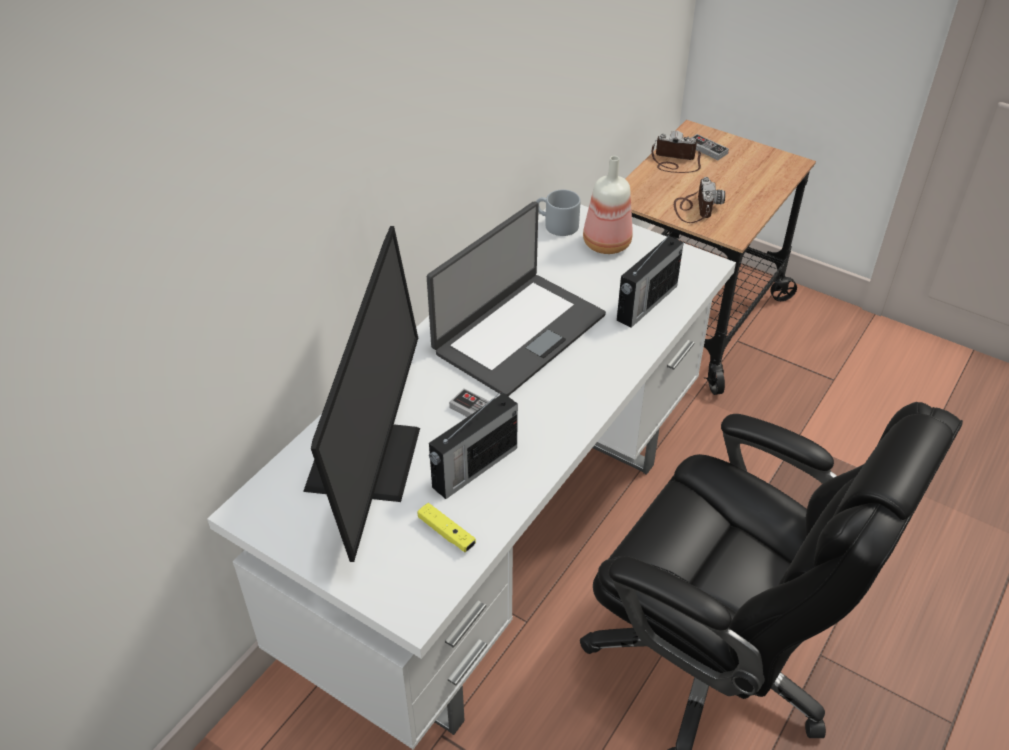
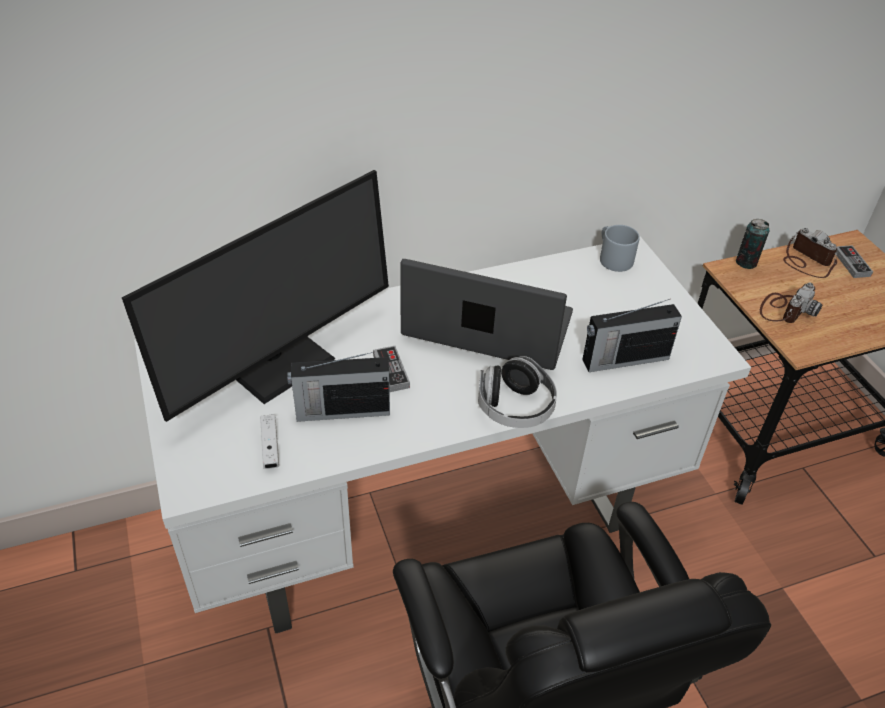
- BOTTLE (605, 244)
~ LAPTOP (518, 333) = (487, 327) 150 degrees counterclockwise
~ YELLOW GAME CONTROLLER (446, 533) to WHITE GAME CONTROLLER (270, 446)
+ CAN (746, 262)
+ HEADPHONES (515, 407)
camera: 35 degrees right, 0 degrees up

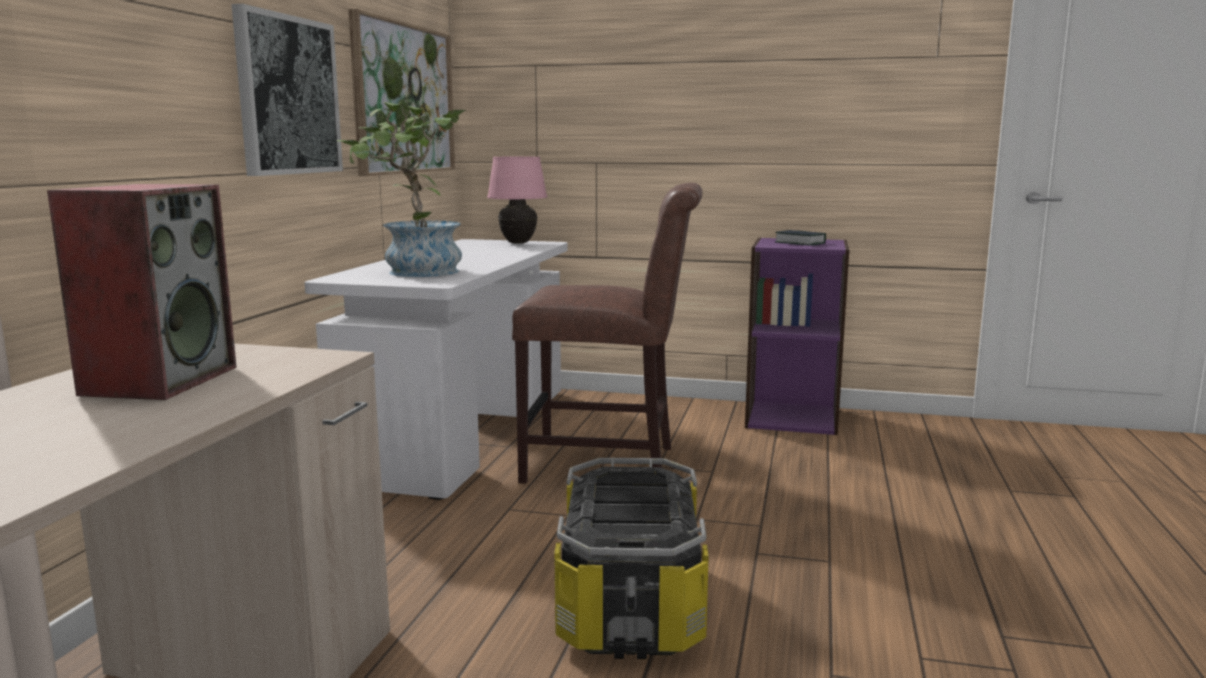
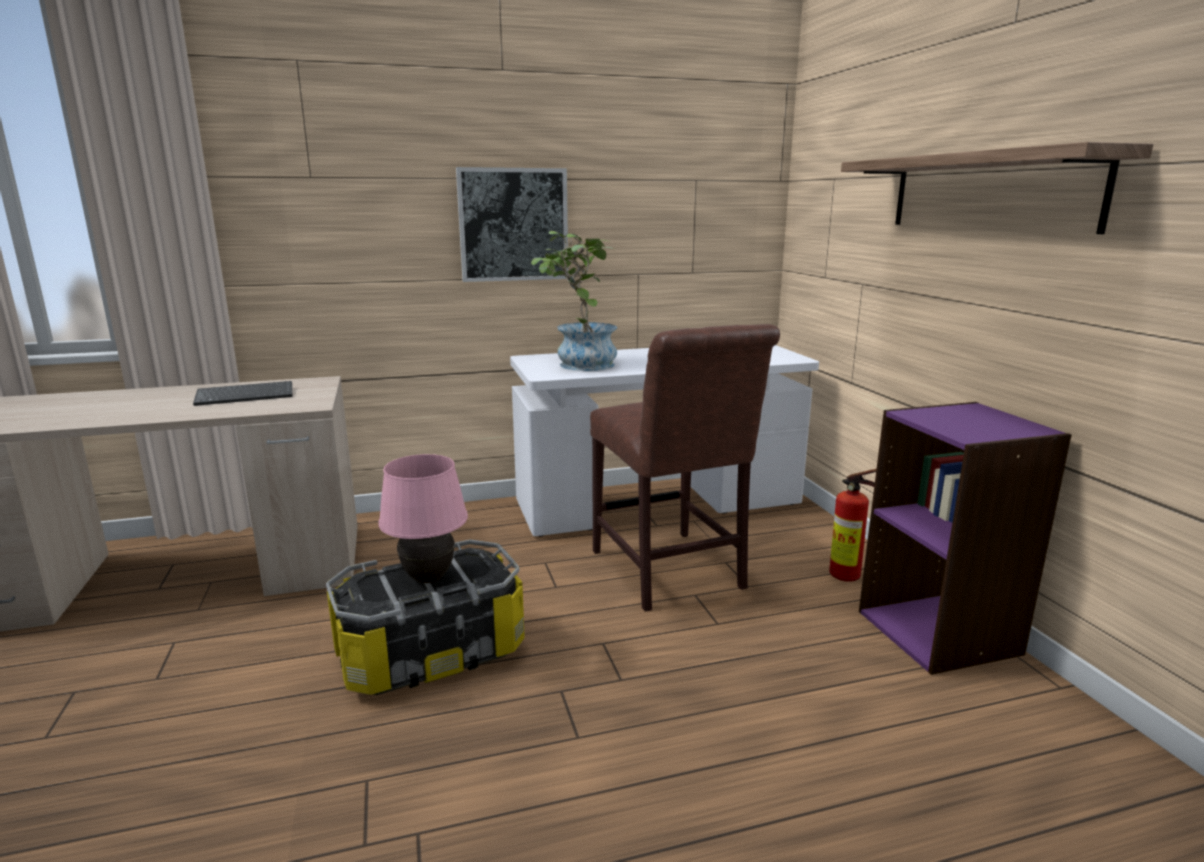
- PICTURE (404, 99)
~ PINK TABLE LAMP (518, 243) to (428, 578)
~ SPEAKER (160, 380) to KEYBOARD (246, 395)
- BOOK (800, 243)
+ SHELF (988, 192)
+ FIRE EXTINGUISHER (849, 577)
camera: 60 degrees right, 5 degrees up

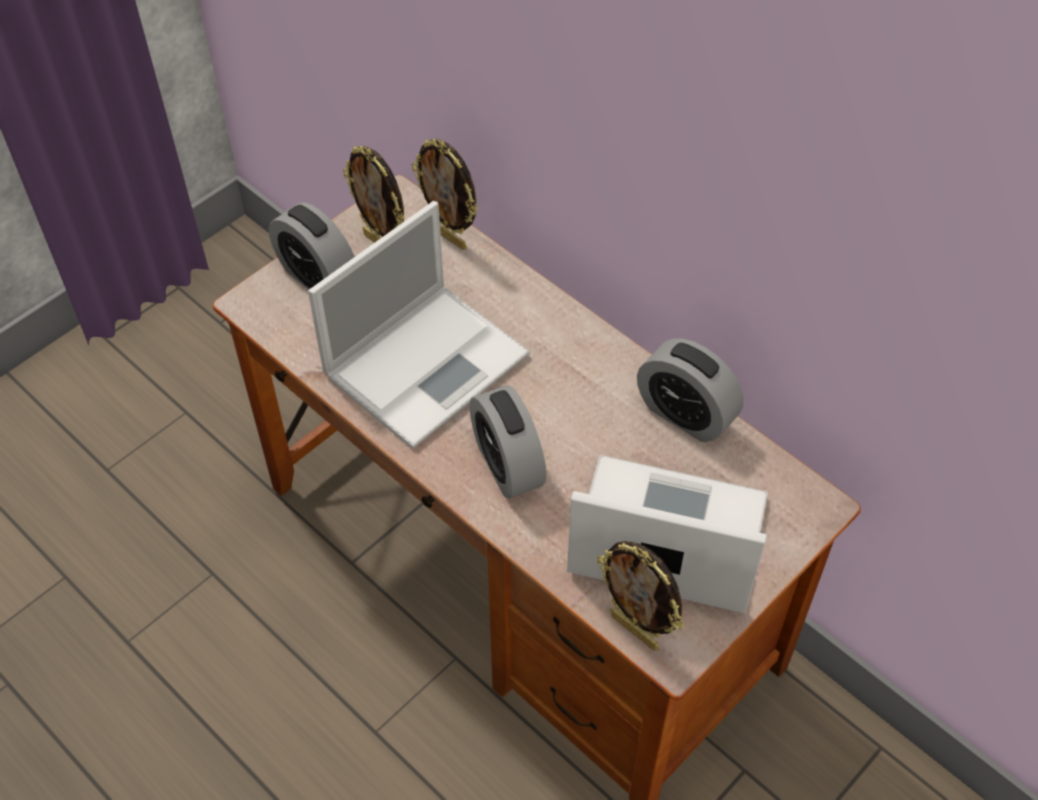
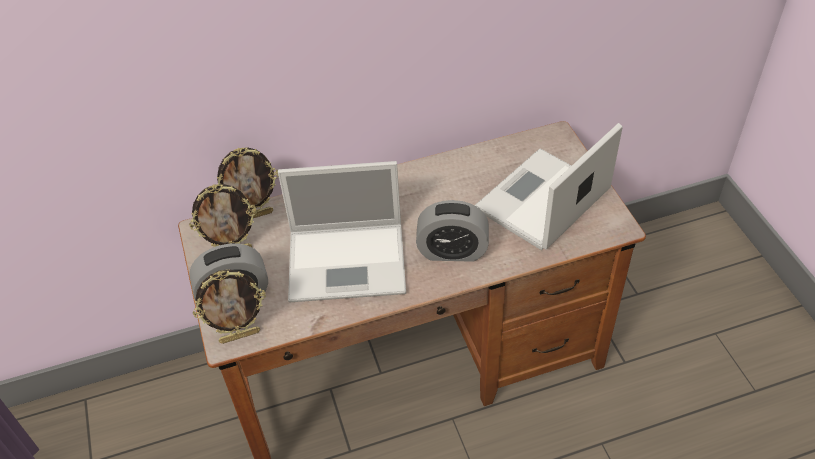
~ LAPTOP (429, 362) = (349, 261) 105 degrees clockwise
- ALARM CLOCK (685, 414)
~ PICTURE FRAME (636, 630) to (240, 335)
camera: 60 degrees left, 5 degrees down

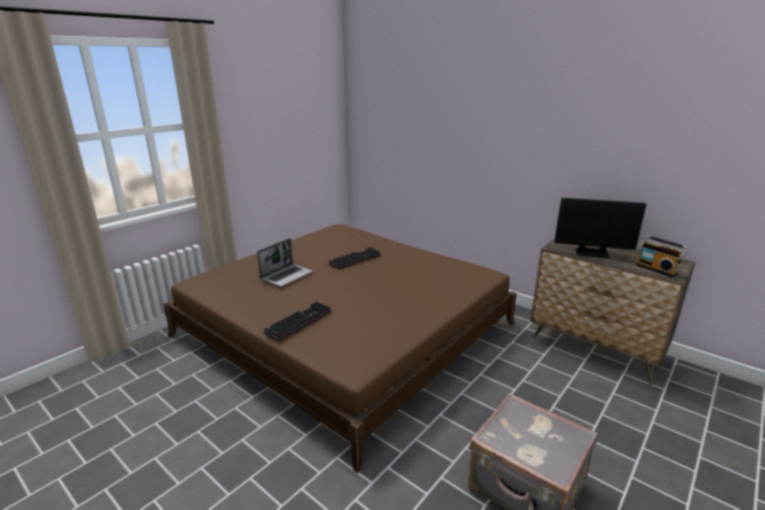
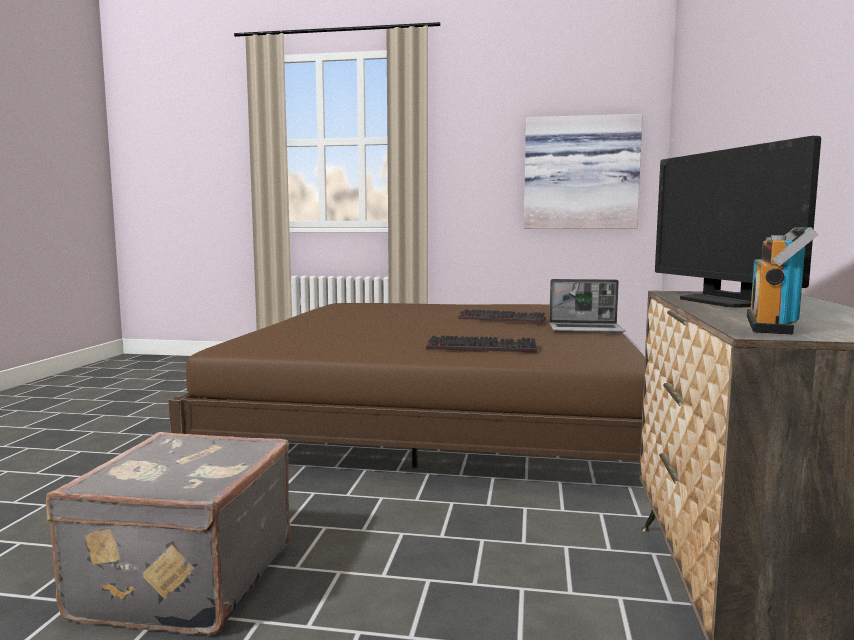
~ LAPTOP (287, 276) to (586, 330)
~ KEYBOARD (299, 321) to (484, 348)
+ PICTURE (580, 173)
camera: 60 degrees right, 15 degrees down

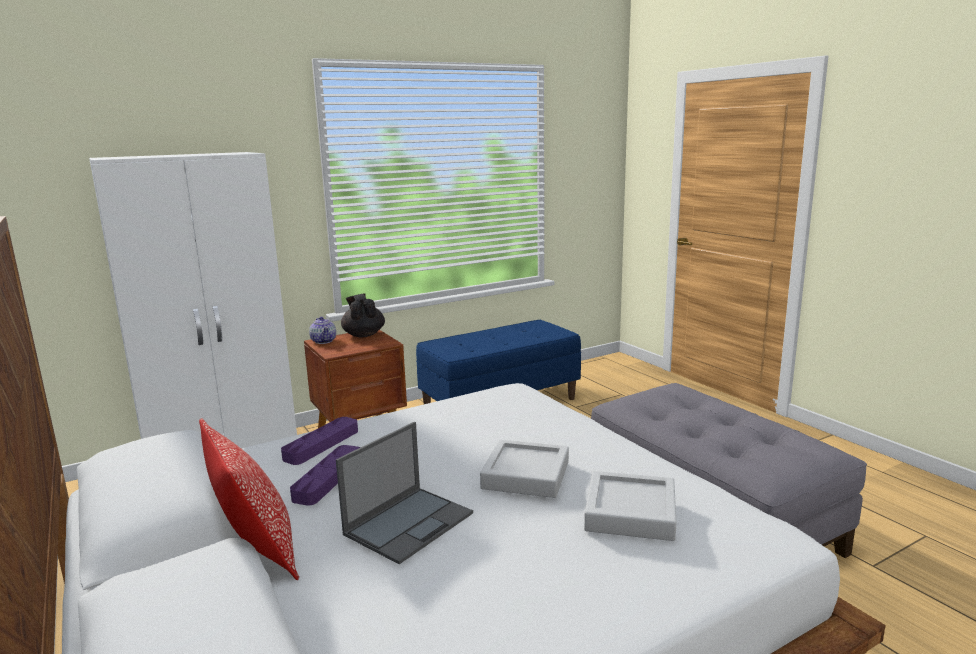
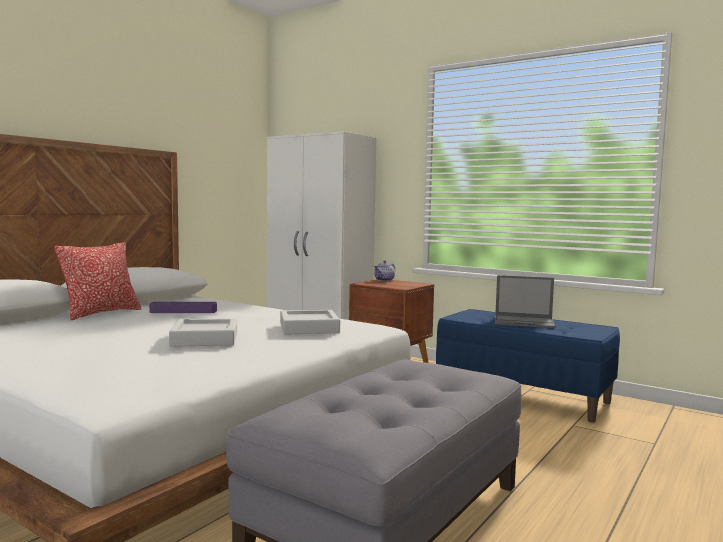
- BLACK TEAPOT (363, 335)
- PURPLE TRAY (321, 444)
~ LAPTOP (410, 523) to (524, 322)
~ GREY TRAY (630, 513) to (309, 328)
camera: 65 degrees right, 10 degrees down

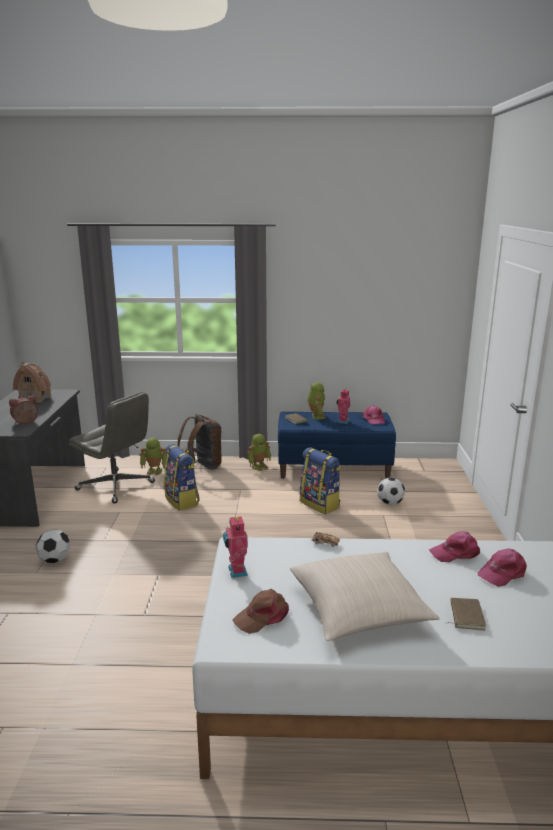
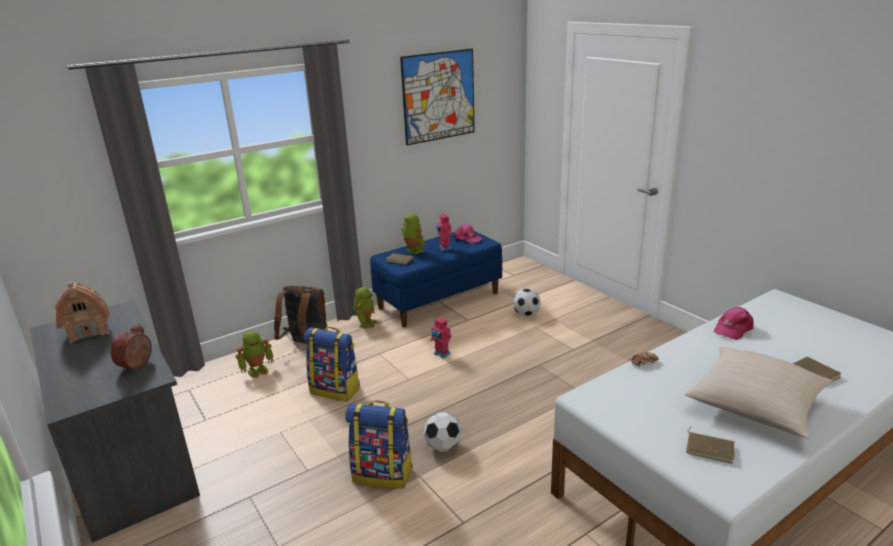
- GREY OFFICE CHAIR (116, 486)
~ BACKPACK (320, 504) to (383, 474)
~ TOY ROBOT (236, 571) to (441, 354)
~ FOOTBALL (54, 560) to (443, 447)
- PINK CAP (502, 573)
~ BROWN CAP (263, 616) to BROWN BOOK (710, 448)
+ PICTURE (439, 96)
camera: 35 degrees left, 5 degrees up

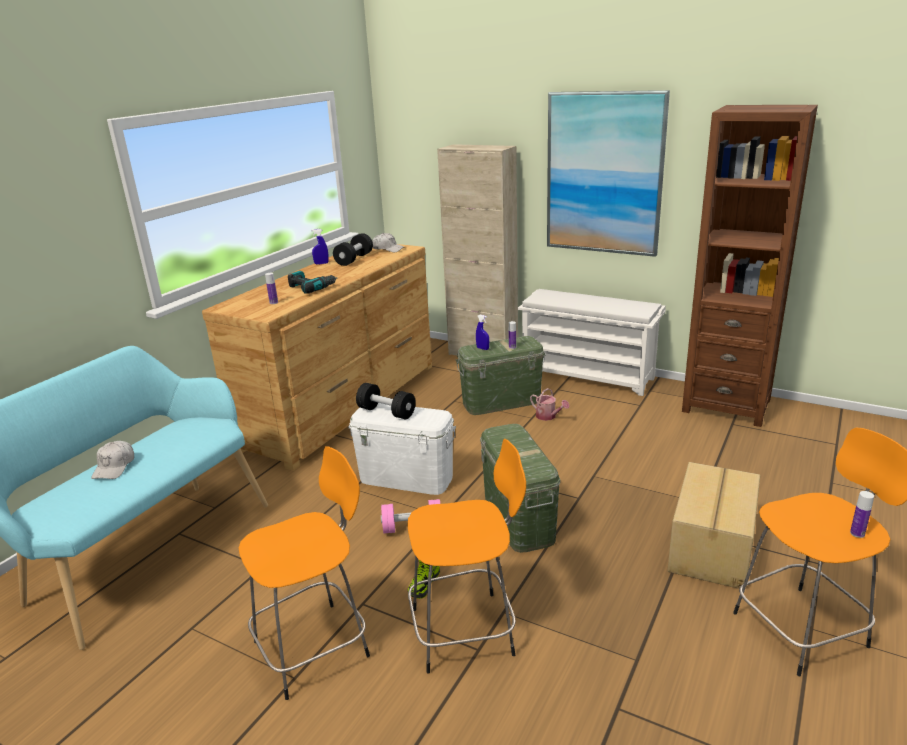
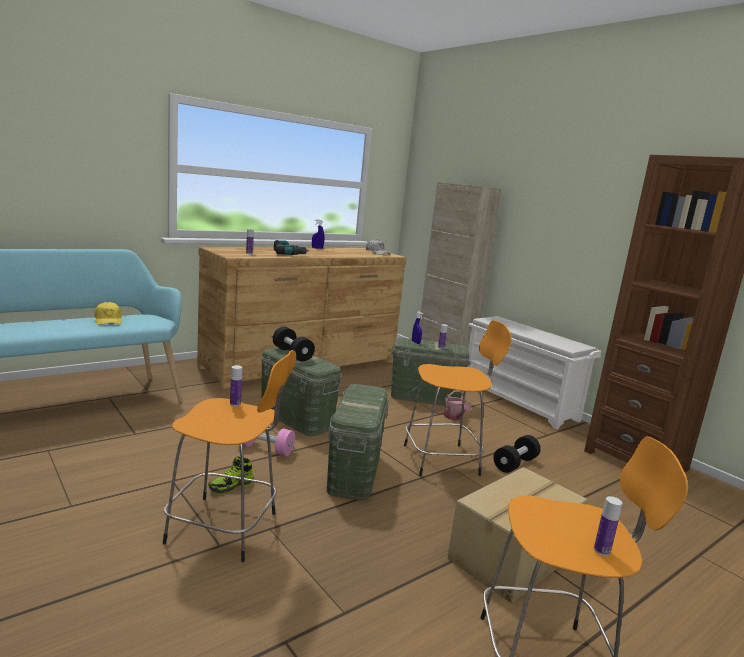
- PICTURE (604, 174)
~ BLACK DUMBBELL (354, 259) to (515, 464)
~ WHITE STORAGE BOX (406, 478) to GREEN STORAGE BOX (297, 418)
- WHITE CAP (115, 467)
~ ORANGE STOOL (315, 647) to (444, 460)
+ YELLOW CAP (108, 320)
+ BOTTLE (235, 404)
camera: 20 degrees right, 10 degrees down

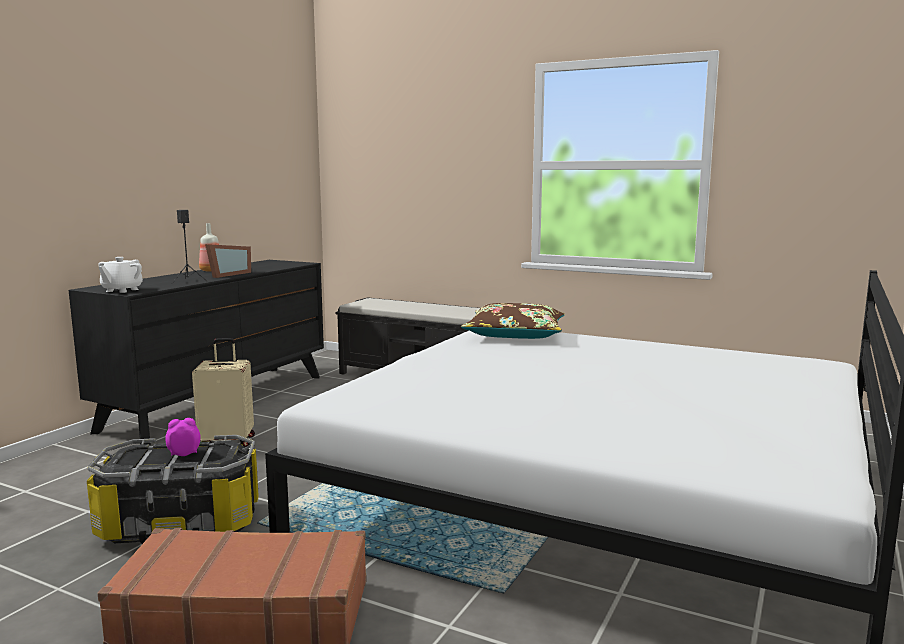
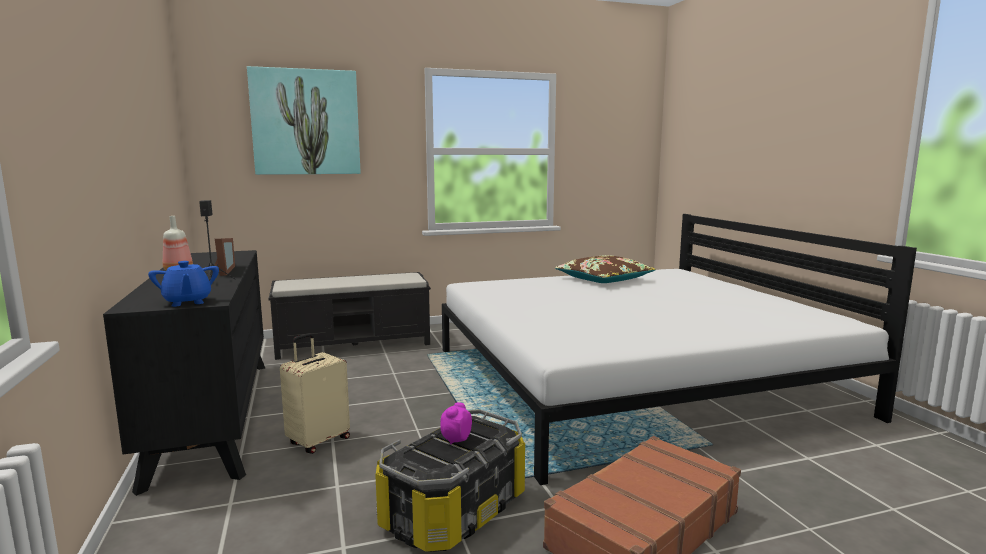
~ WHITE TEAPOT (122, 290) to BLUE TEAPOT (187, 302)
~ BROWN PILLOW (515, 334) to (604, 279)
+ PICTURE (306, 122)
camera: 45 degrees left, 0 degrees up

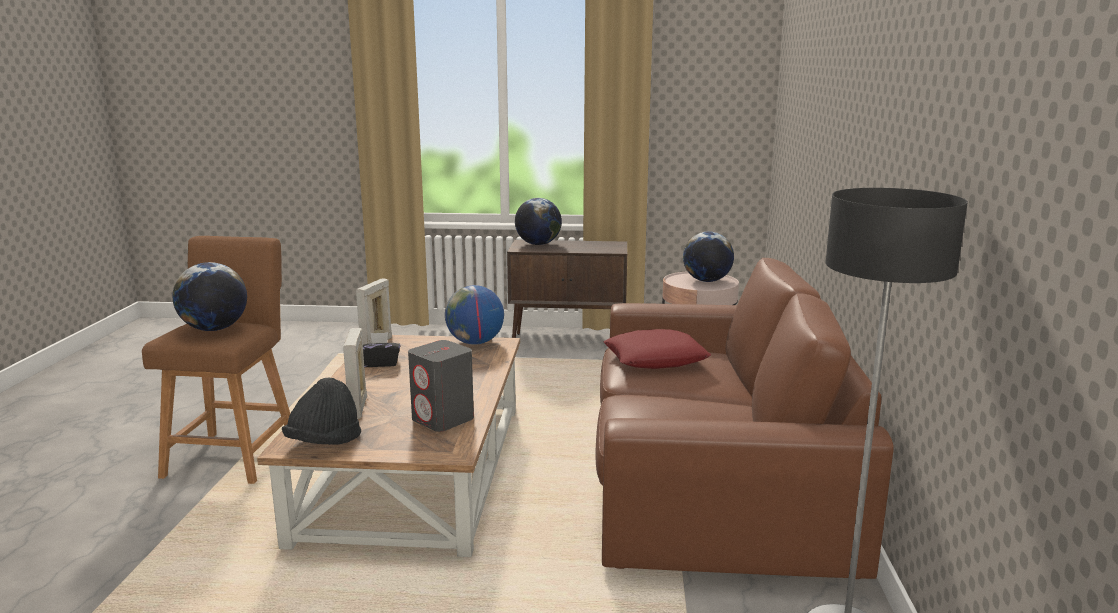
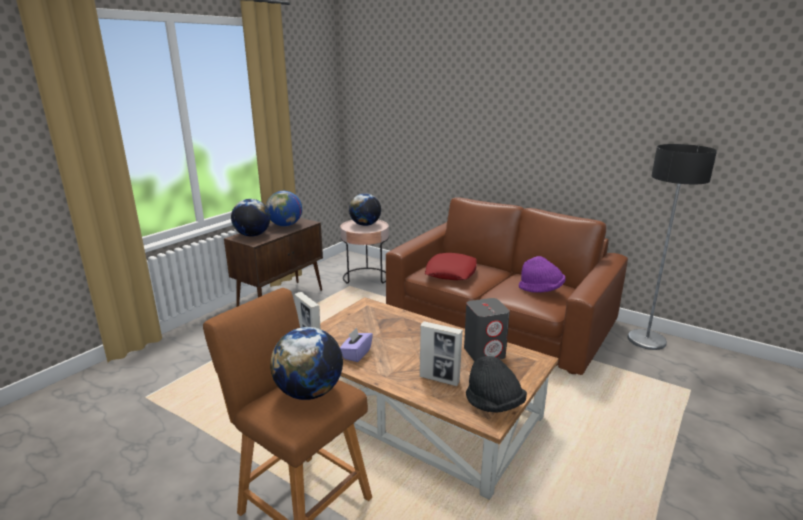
~ GLOBE (475, 342) to (285, 225)
~ BLACK TISSUE BOX (380, 363) to PURPLE TISSUE BOX (356, 354)
+ PURPLE HAT (541, 289)
camera: 60 degrees left, 5 degrees up

